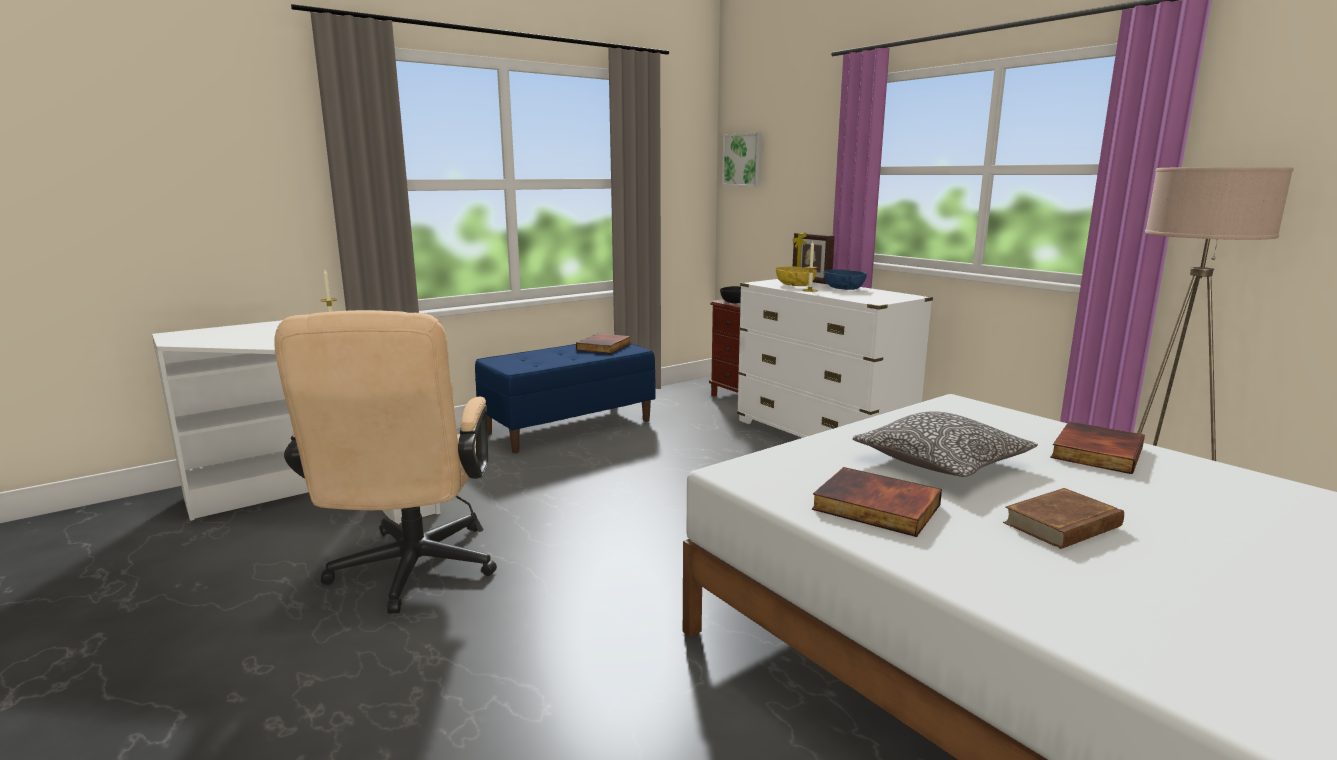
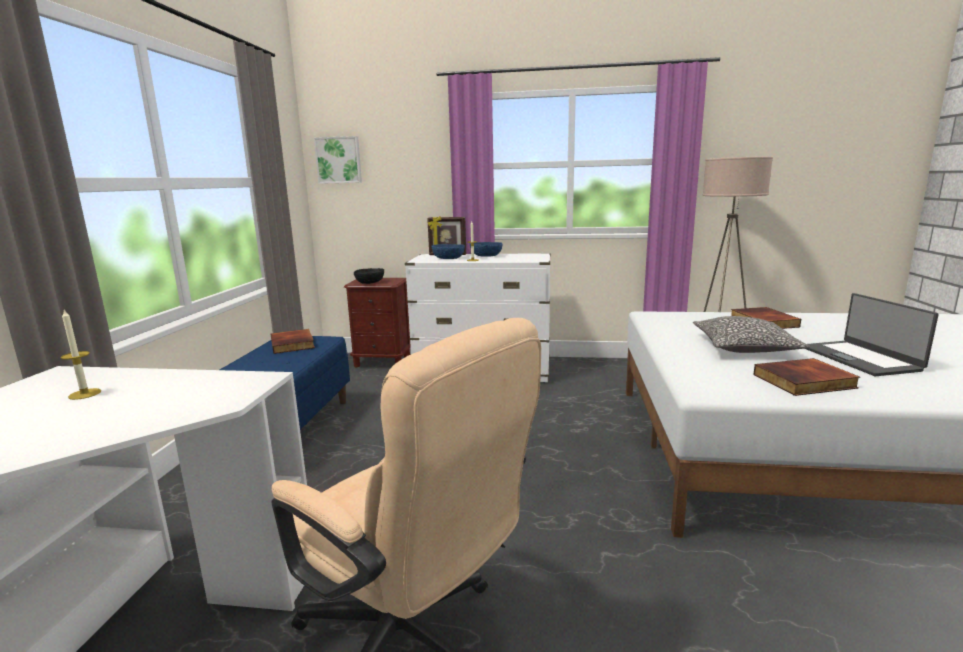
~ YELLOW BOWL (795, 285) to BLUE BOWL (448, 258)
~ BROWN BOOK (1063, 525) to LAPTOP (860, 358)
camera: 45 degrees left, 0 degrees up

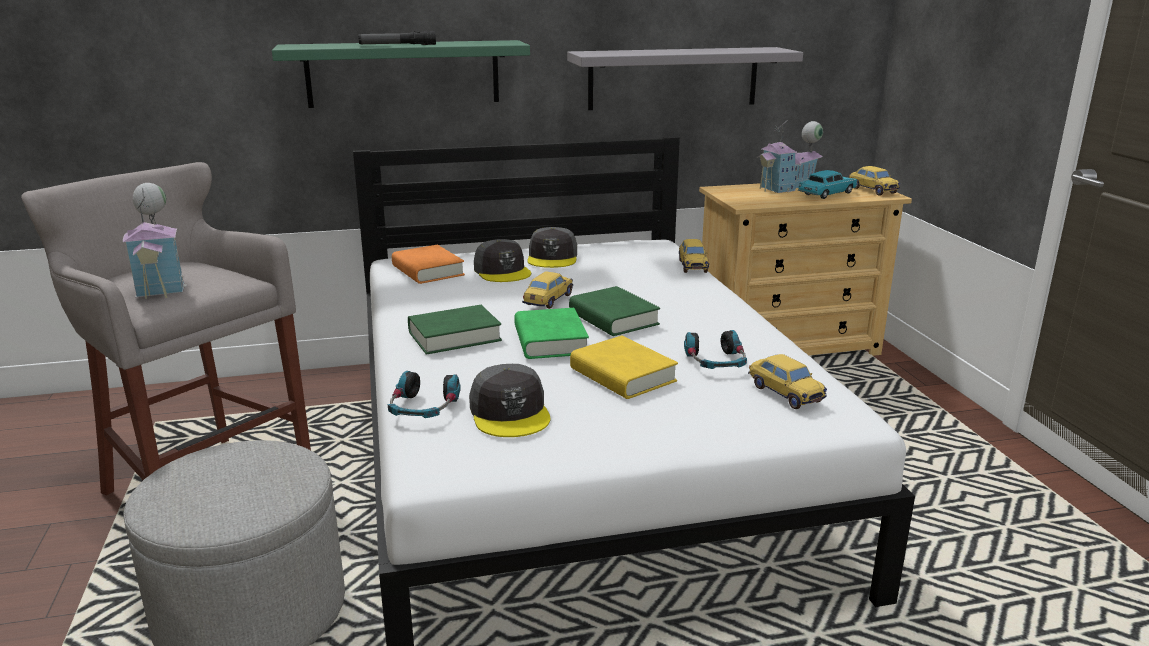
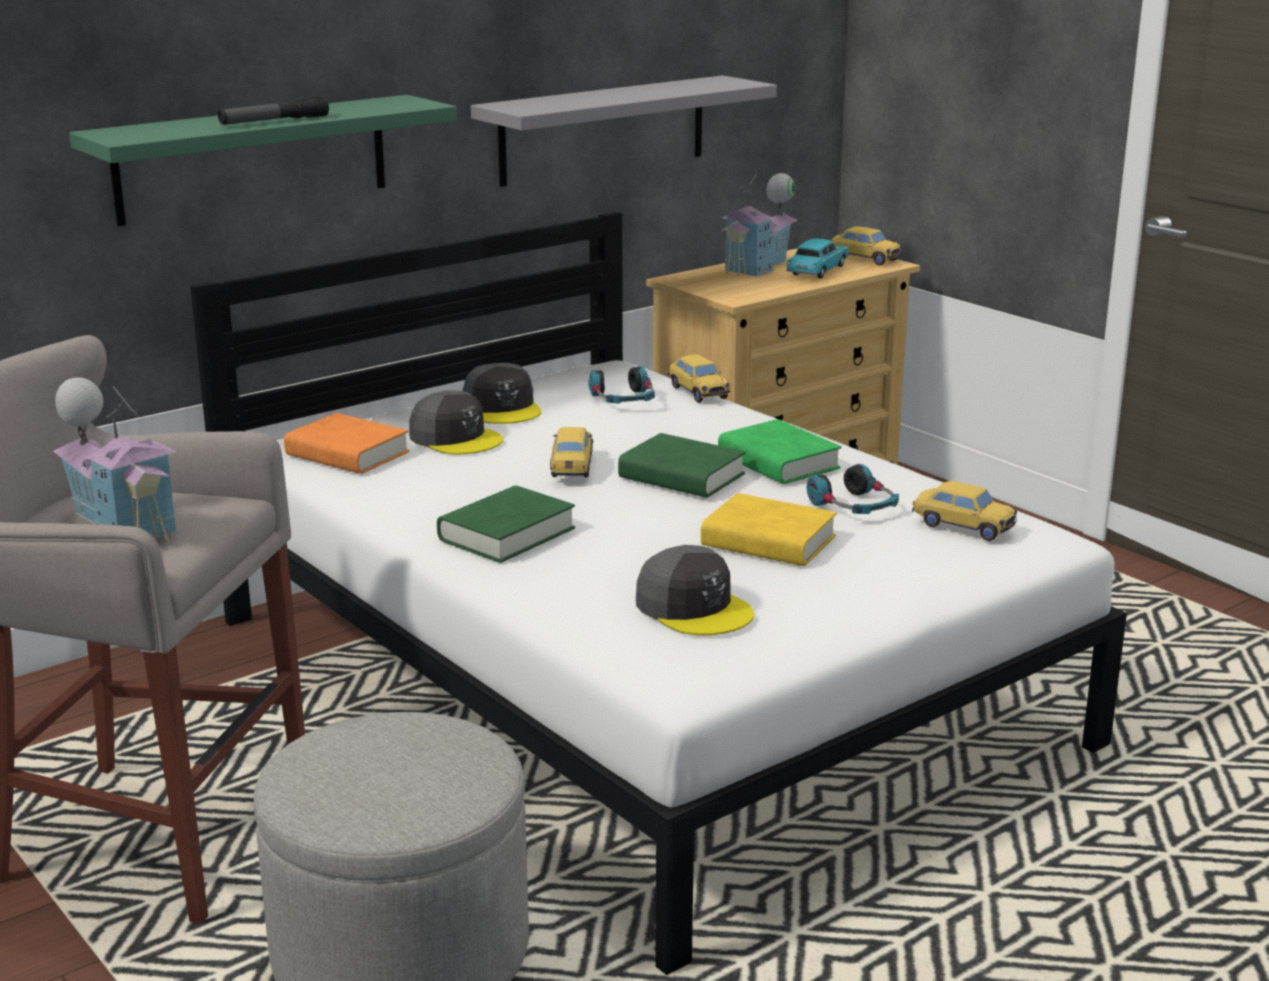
~ GREEN BOOK (550, 341) to (778, 462)
~ HEADPHONES (423, 408) to (623, 400)
camera: 25 degrees left, 0 degrees up

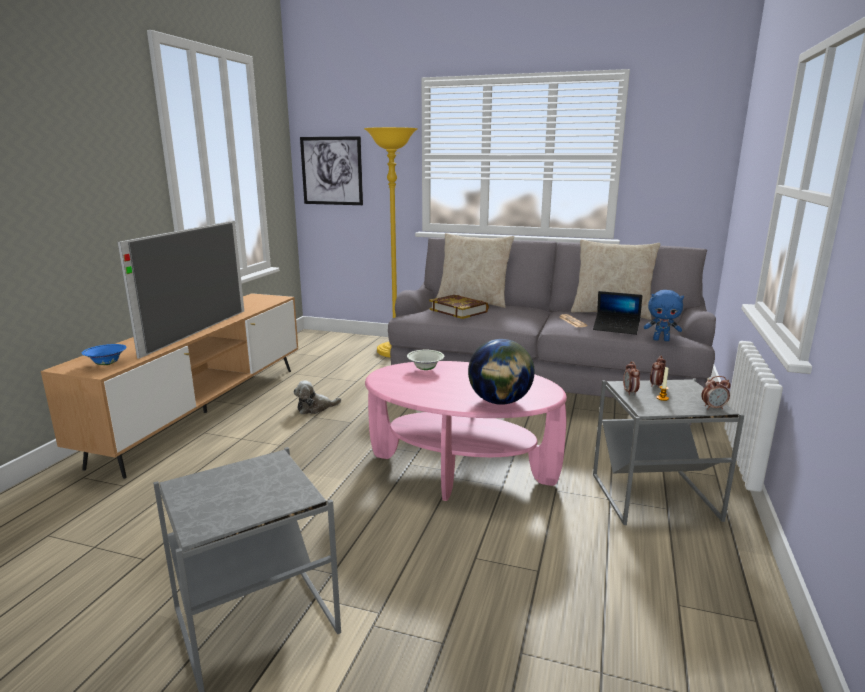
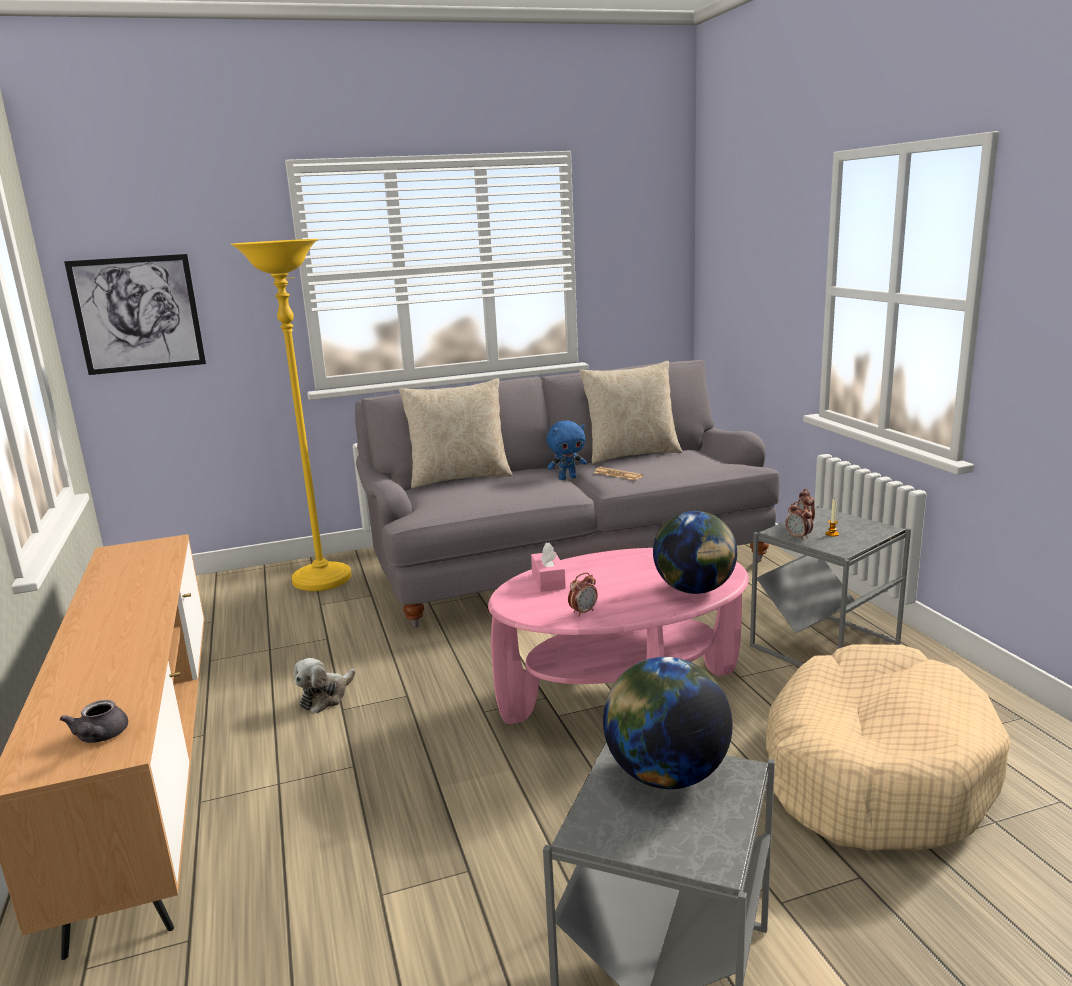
- TELEVISION (198, 331)
~ BLUE PLUSH TOY (661, 340) to (567, 478)
- LAPTOP (616, 328)
- BOOK (458, 310)
~ BLUE BOWL (107, 364) to GREY TEAPOT (99, 737)
~ WHITE BOWL (425, 369) to PINK TISSUE BOX (548, 580)
~ ALARM CLOCK (713, 408) to (583, 612)
+ BEIGE DOG BED (874, 770)
+ GLOBE (665, 775)
camera: 35 degrees left, 0 degrees up

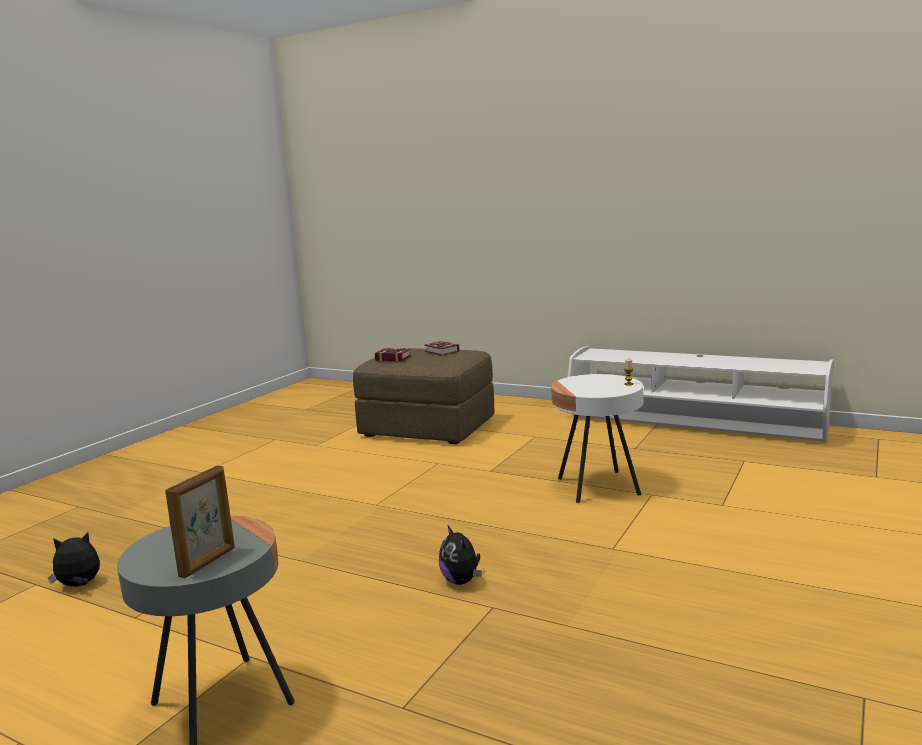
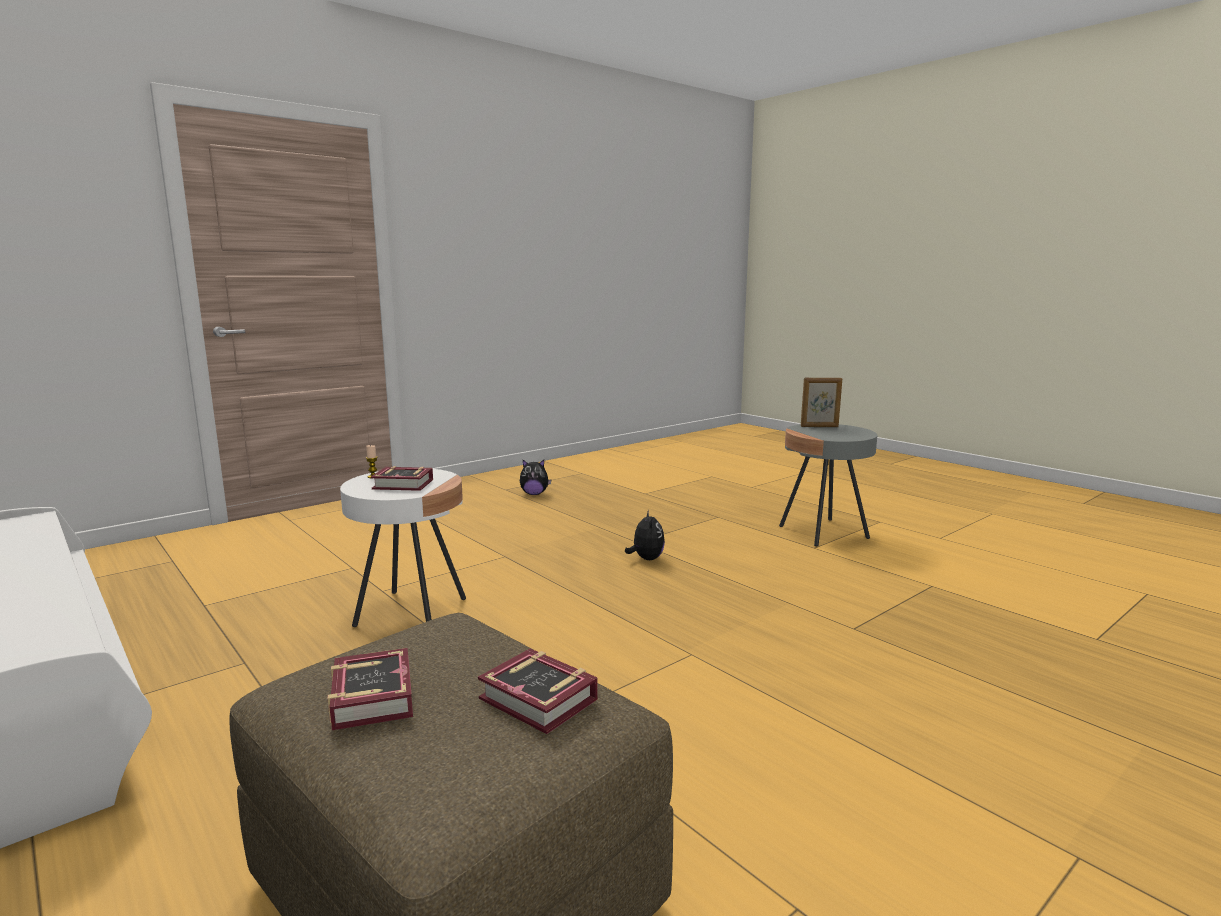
~ PICTURE FRAME (208, 562) = (819, 426) 135 degrees counterclockwise
~ PLUSH TOY (79, 585) to (534, 494)
+ BOOK (405, 485)
camera: 160 degrees left, 0 degrees up

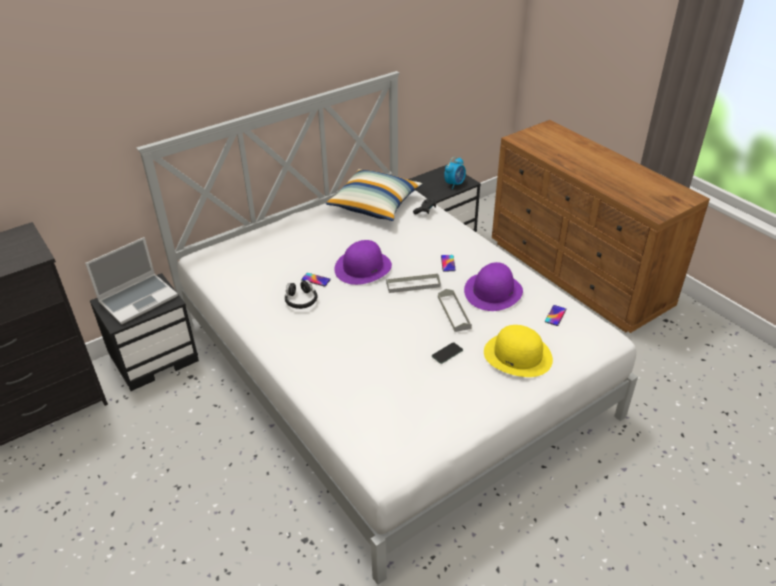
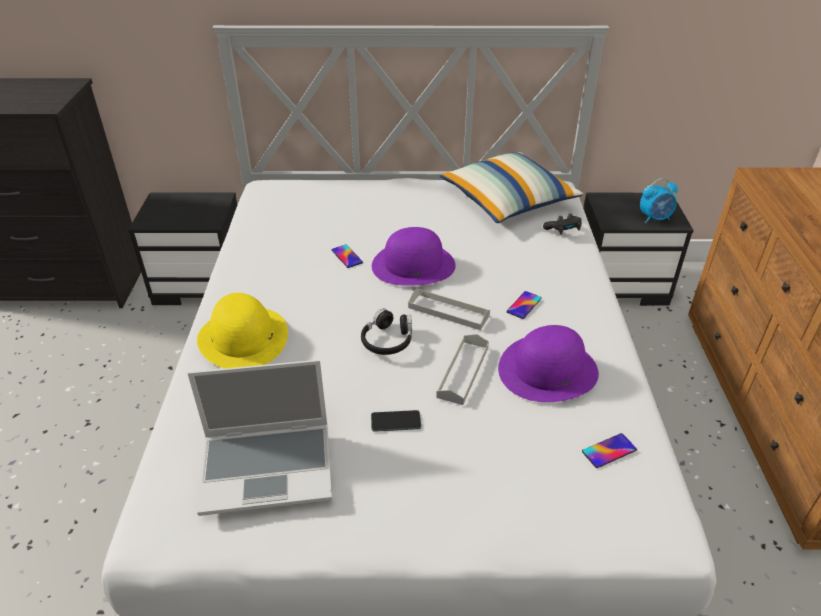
~ LAPTOP (139, 299) to (269, 467)
~ BLACK HEADPHONES (301, 300) to (388, 340)
~ YELLOW HAT (518, 355) to (243, 338)
camera: 35 degrees right, 0 degrees up

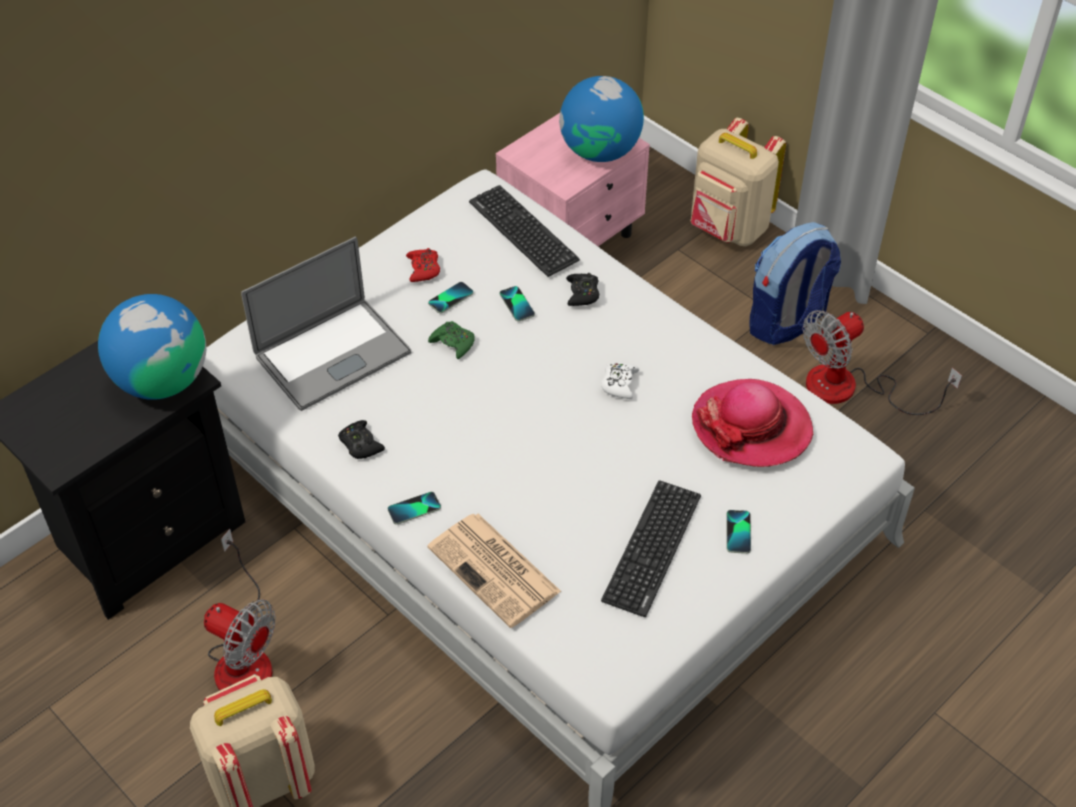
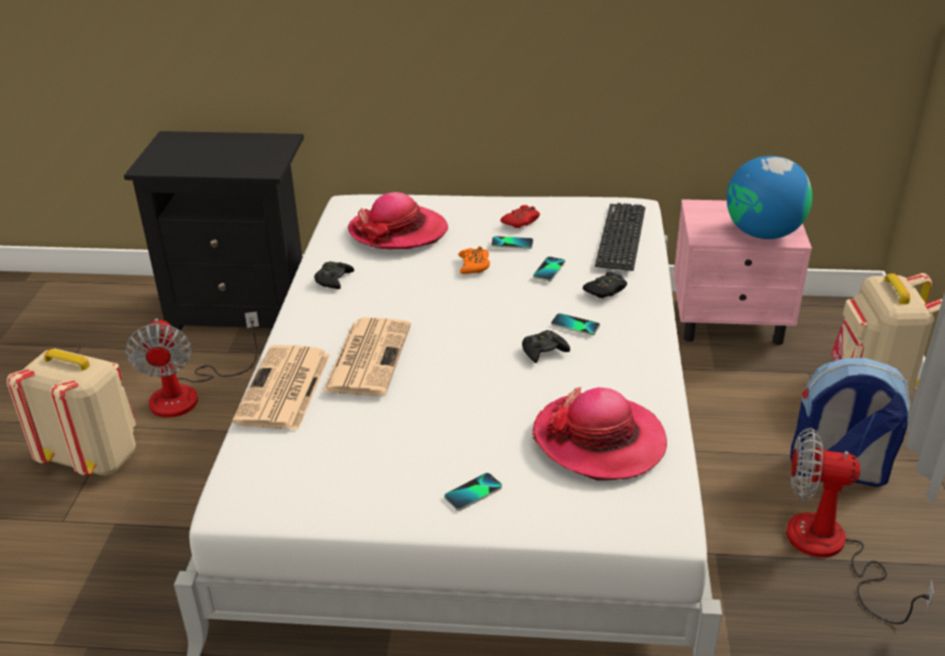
~ LAPTOP (332, 354) to HAT (398, 231)
- GLOBE (162, 380)
~ GREEN GAME CONTROLLER (453, 343) to ORANGE GAME CONTROLLER (474, 265)
~ WHITE GAME CONTROLLER (619, 383) to BLACK GAME CONTROLLER (544, 351)
- KEYBOARD (652, 547)
~ PHONE (414, 509) to (575, 325)
+ NEWSPAPER (368, 356)
camera: 50 degrees right, 15 degrees down

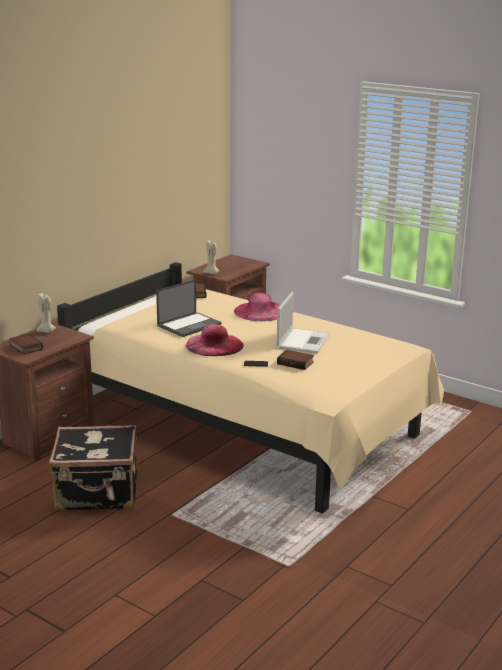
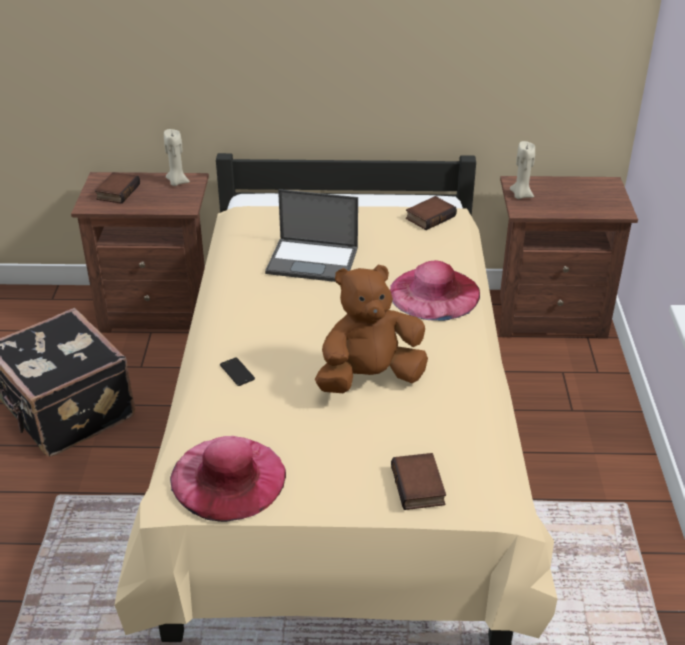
~ LAPTOP (303, 341) to BROWN PLUSH TOY (369, 378)
~ PINK HAT (214, 345) to (228, 477)
~ BOOK (296, 363) to (420, 486)
camera: 55 degrees right, 15 degrees up

